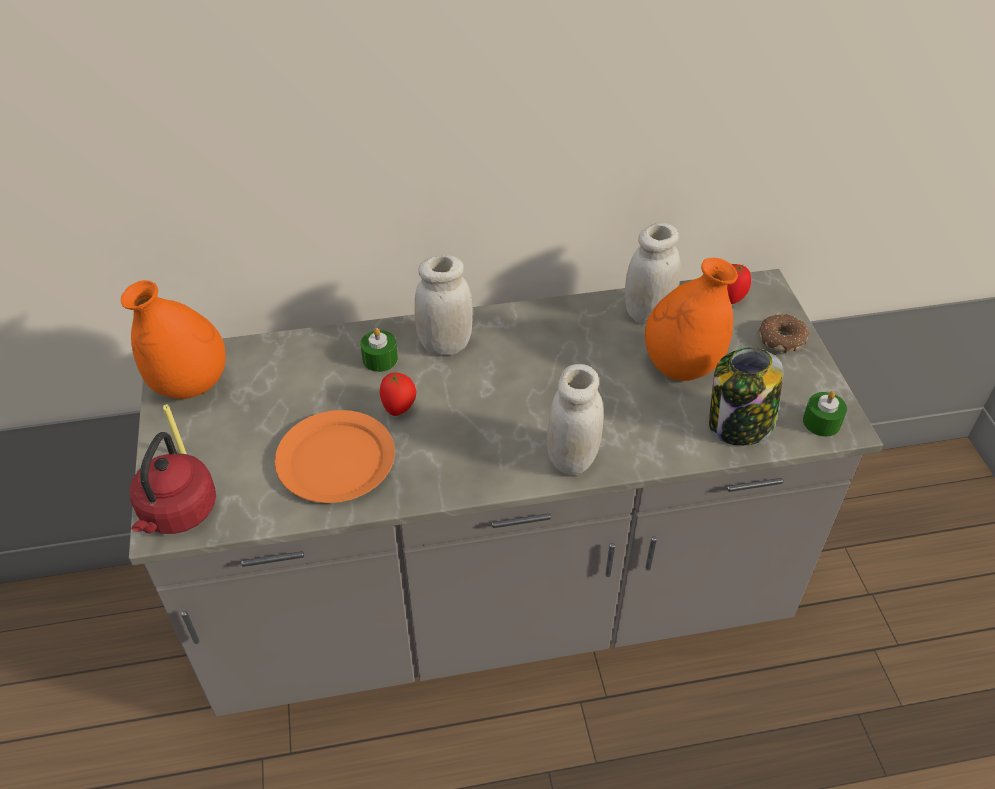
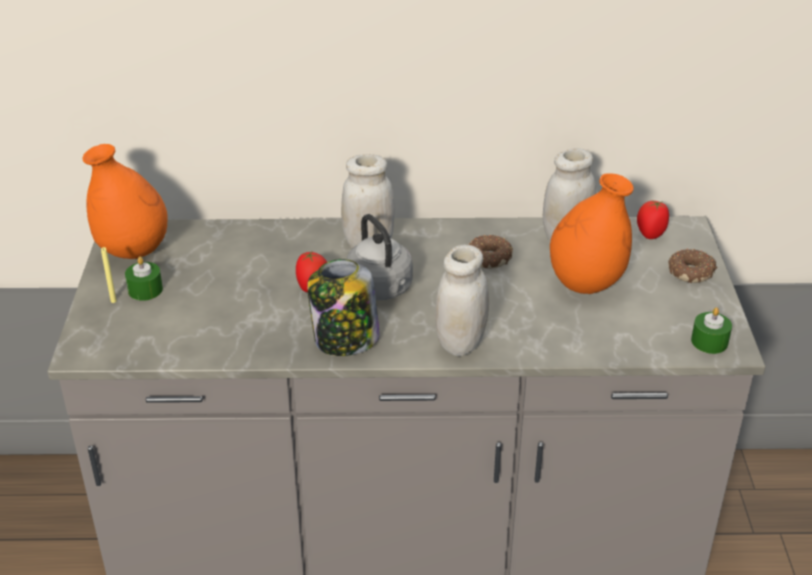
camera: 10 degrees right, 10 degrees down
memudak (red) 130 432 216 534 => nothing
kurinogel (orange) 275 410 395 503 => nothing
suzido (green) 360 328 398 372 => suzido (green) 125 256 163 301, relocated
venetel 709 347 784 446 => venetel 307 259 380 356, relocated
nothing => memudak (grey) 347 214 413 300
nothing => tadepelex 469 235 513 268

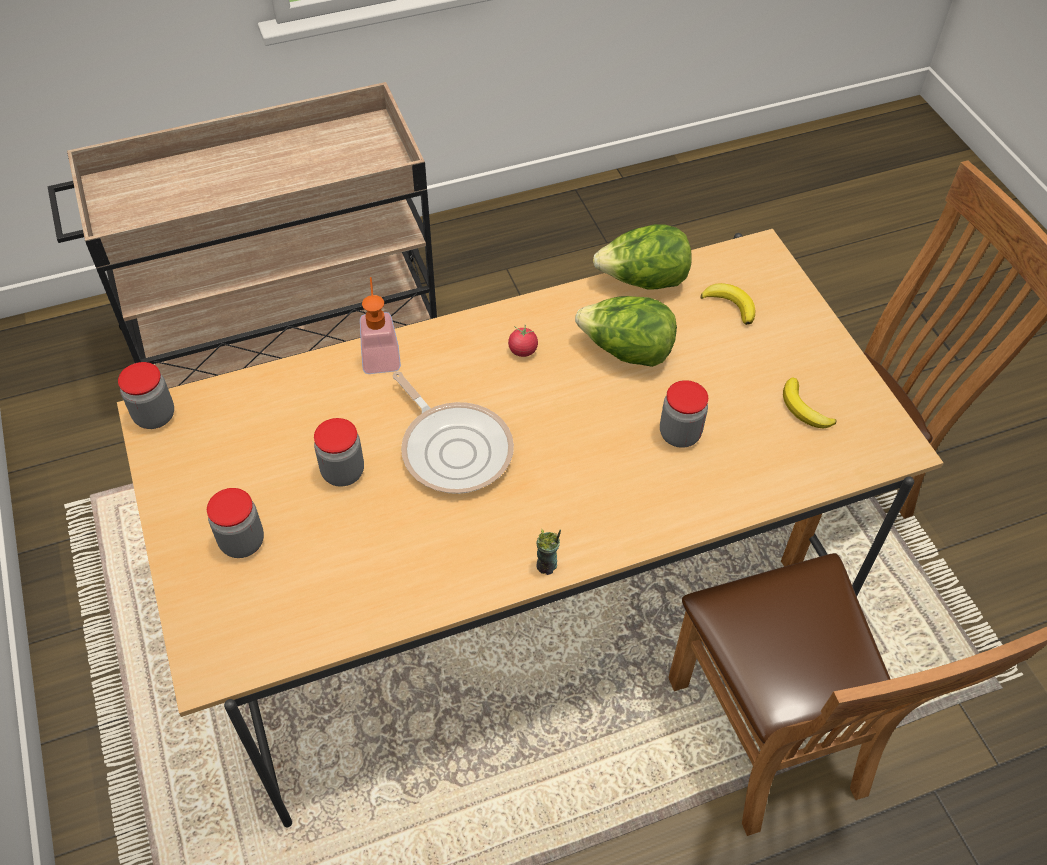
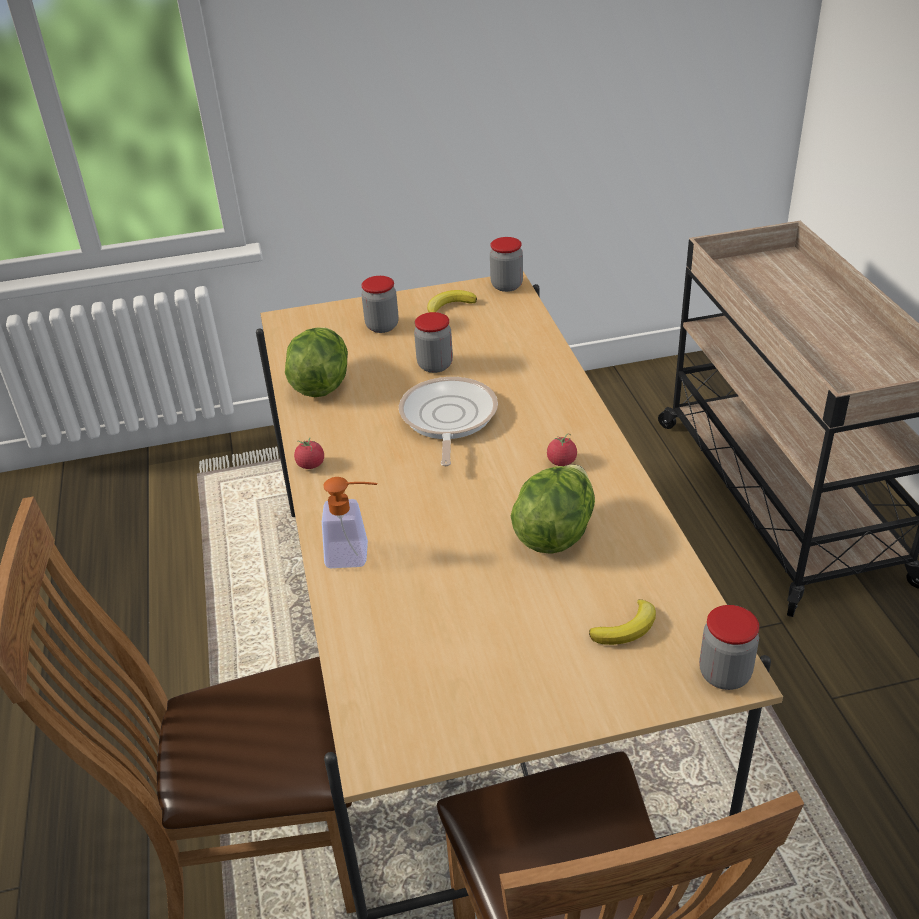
camera: 100 degrees right, 15 degrees down
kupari 360 277 401 374 => kupari 322 477 378 568, relocated
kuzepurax 392 372 514 494 => kuzepurax 399 377 498 466, 120 degrees clockwise
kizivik 536 529 561 575 => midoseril 294 438 324 469
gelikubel 593 224 692 289 => gelikubel 285 327 348 397, relocated
venetel 660 380 708 448 => venetel 699 605 759 690, relocated
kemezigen 783 378 836 429 => kemezigen 427 290 477 313, relocated

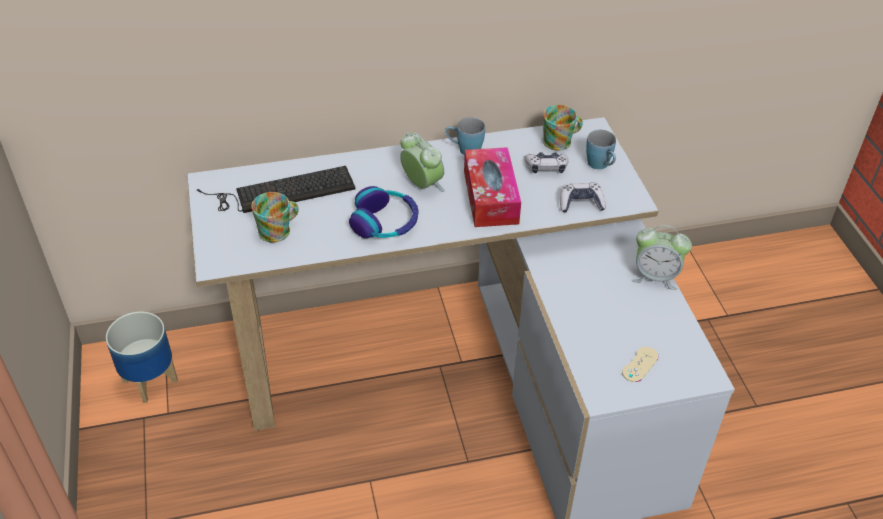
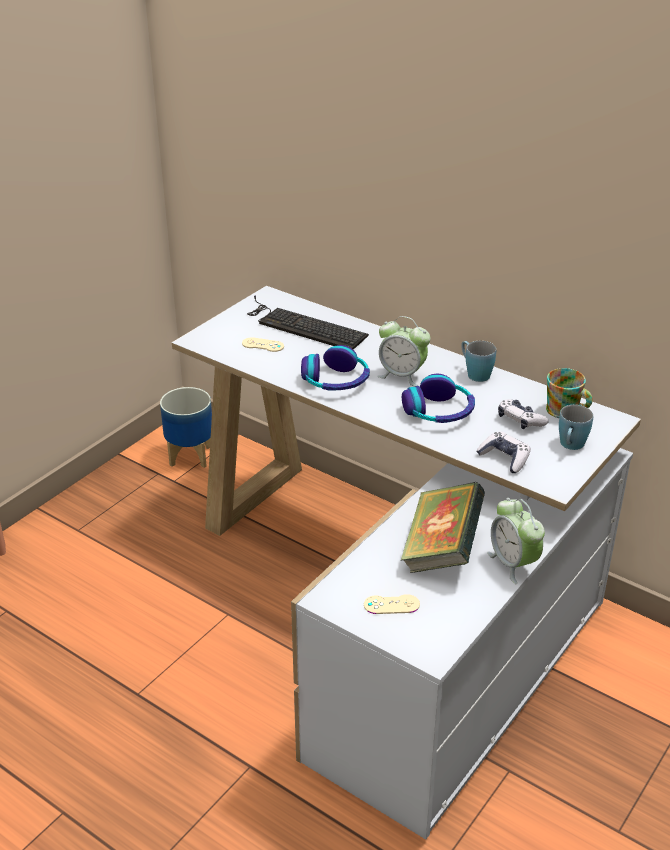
camera: 50 degrees right, 10 degrees down
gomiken 251 192 299 242 => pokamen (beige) 242 337 284 352
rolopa 400 132 445 192 => rolopa 377 316 431 386, 105 degrees clockwise
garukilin 464 147 521 227 => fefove 402 374 475 423
nothing => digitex 401 482 485 573

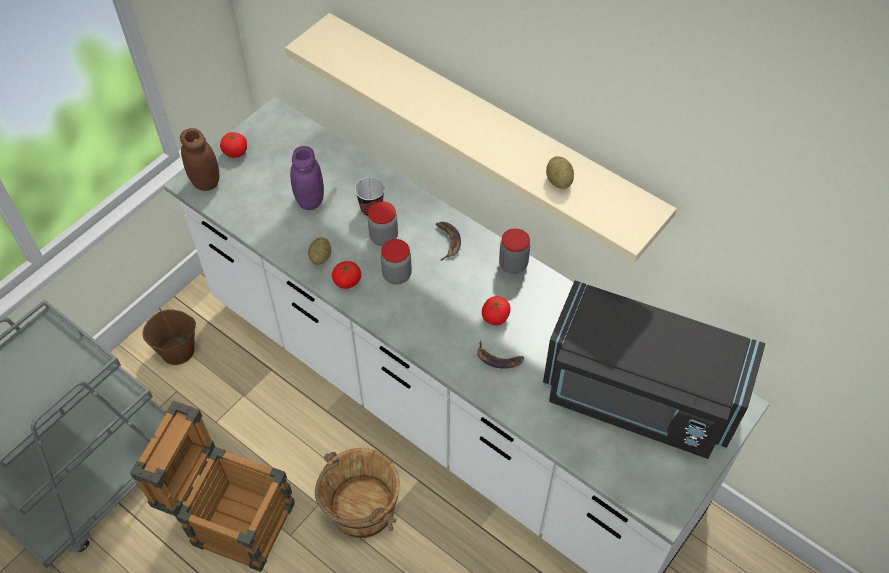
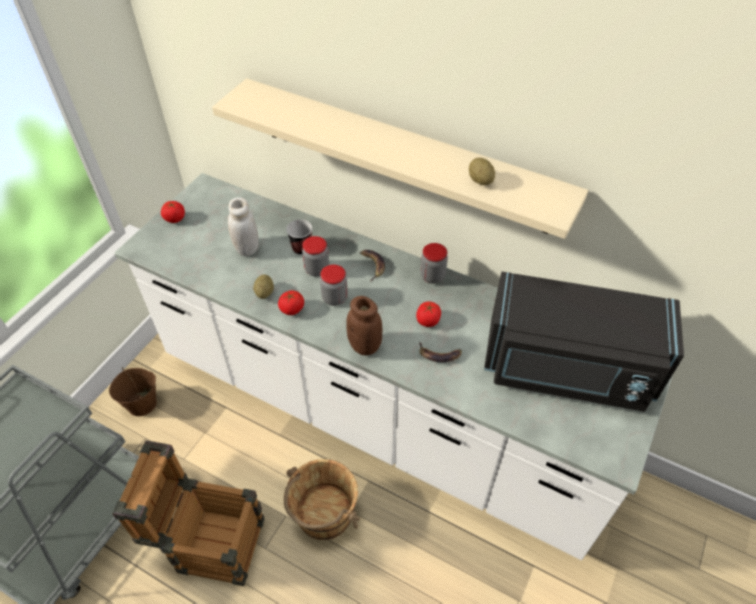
camera: 10 degrees left, 5 degrees down
venetel (brown) 180 128 219 191 => venetel (brown) 346 296 382 356, relocated
venetel (purple) 290 146 324 210 => venetel (white) 228 197 259 256

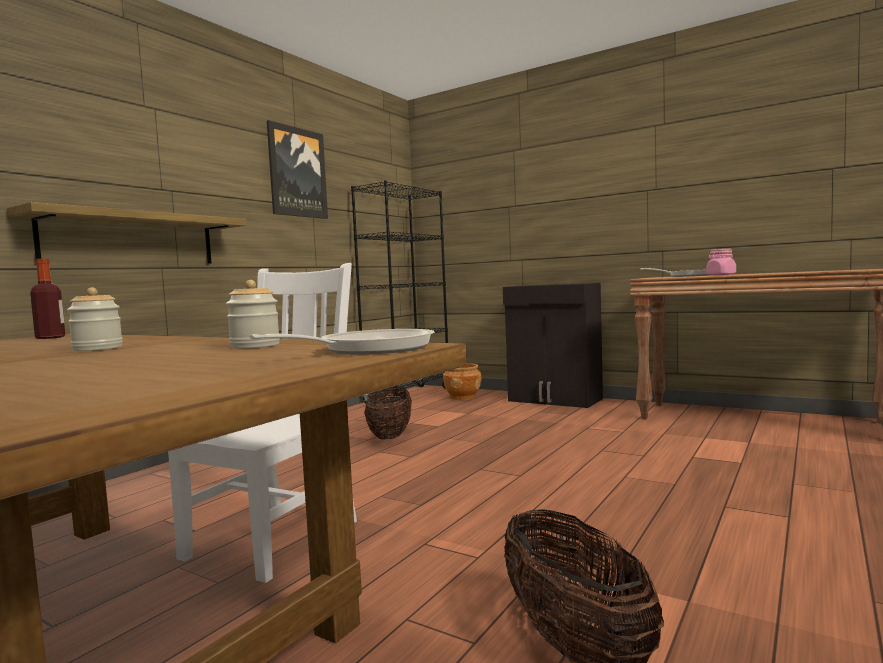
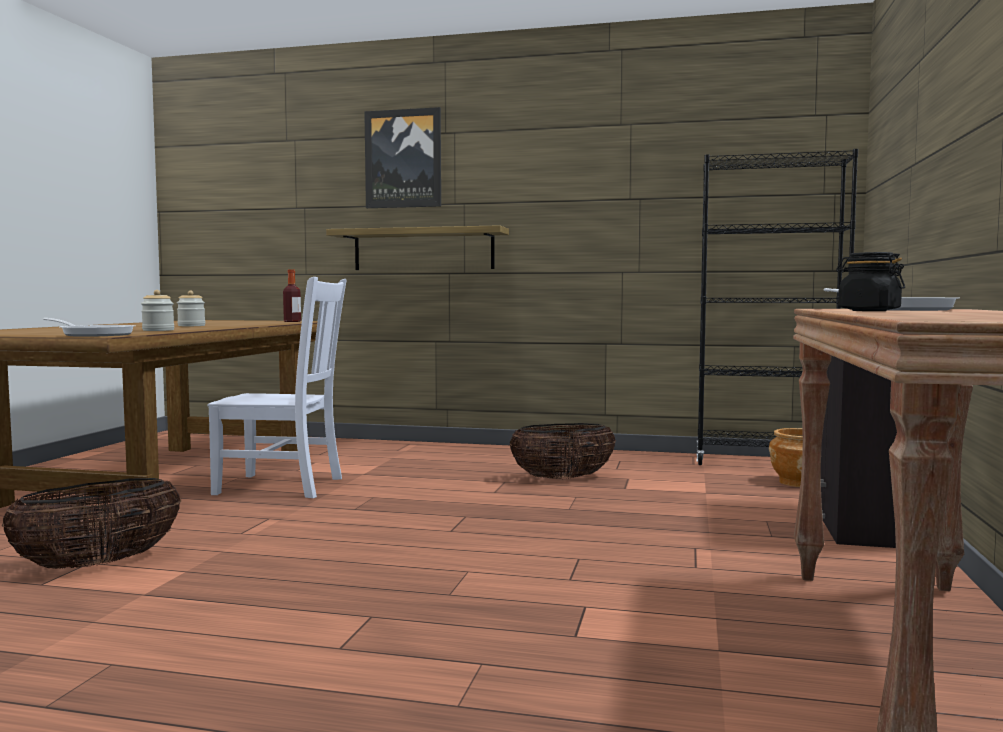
camera: 70 degrees right, 0 degrees up
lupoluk 267 120 328 219 => lupoluk 364 107 441 208, relocated
venetel (pink) 706 249 736 275 => venetel (black) 836 252 905 311

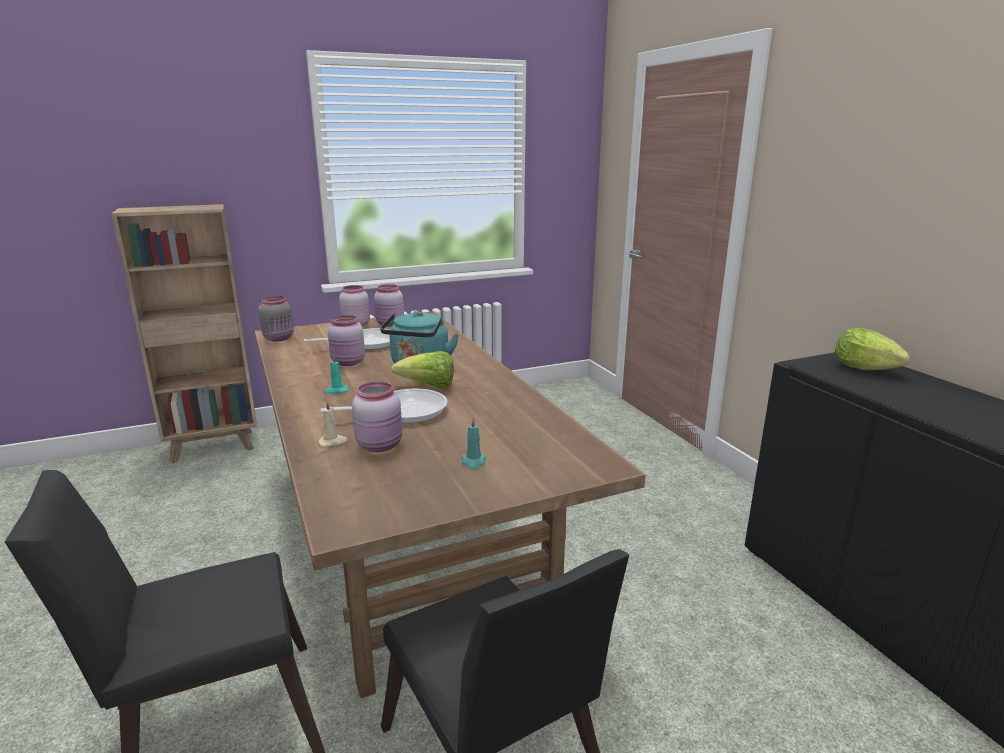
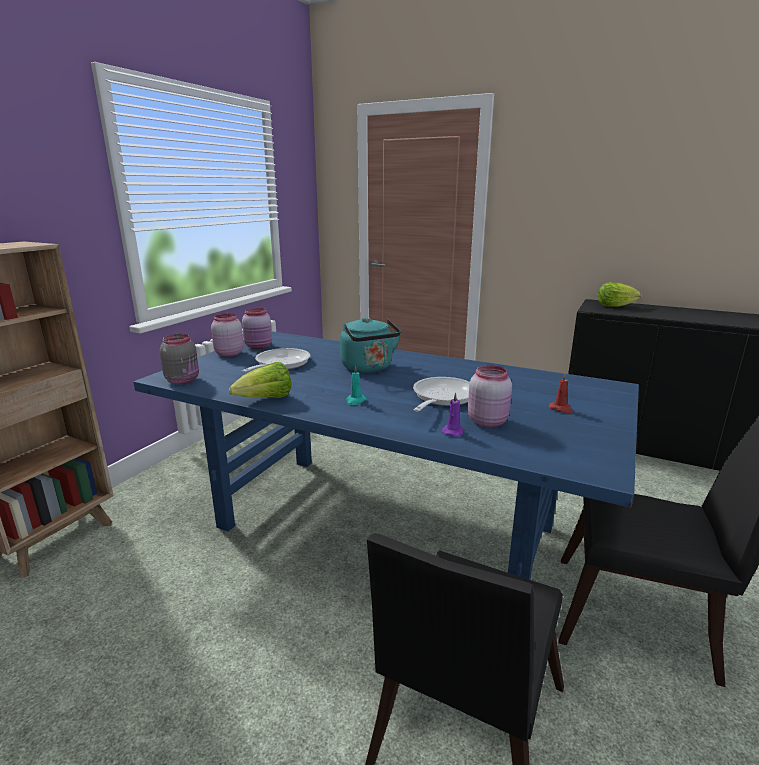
camera: 40 degrees left, 0 degrees up
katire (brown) 255 311 645 698 => katire (blue) 133 331 639 580
suzido (beige) 318 400 347 447 => suzido (purple) 442 392 464 436
venetel (pink) 328 315 365 366 => nothing
gelikubel 391 351 454 388 => gelikubel 229 362 291 398, relocated
suzido (turquoise) 462 418 486 470 => suzido (red) 549 373 572 413

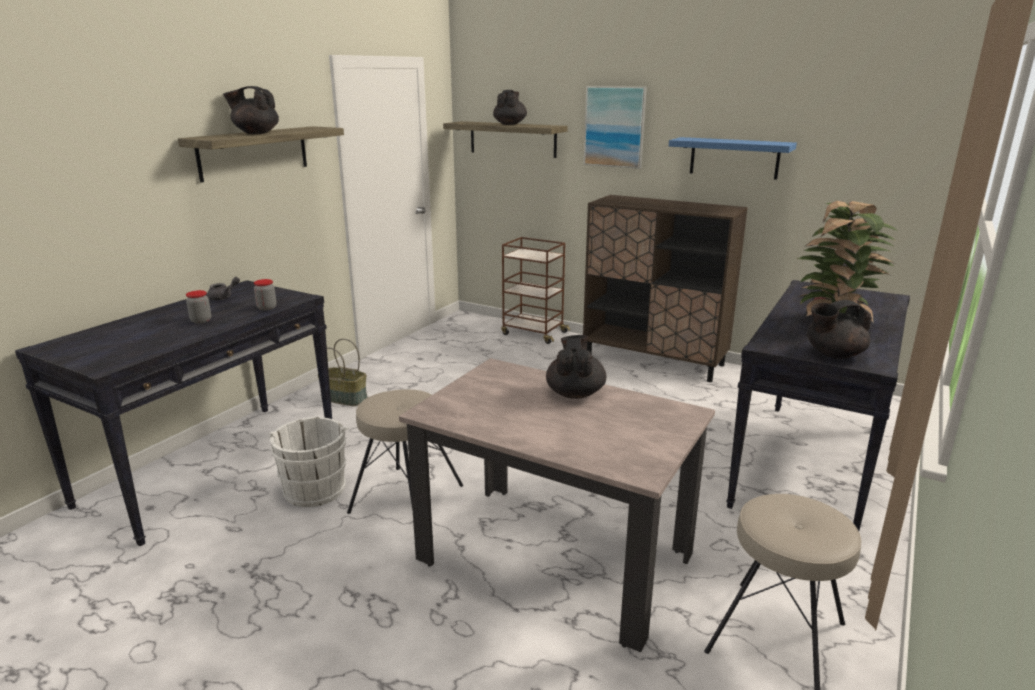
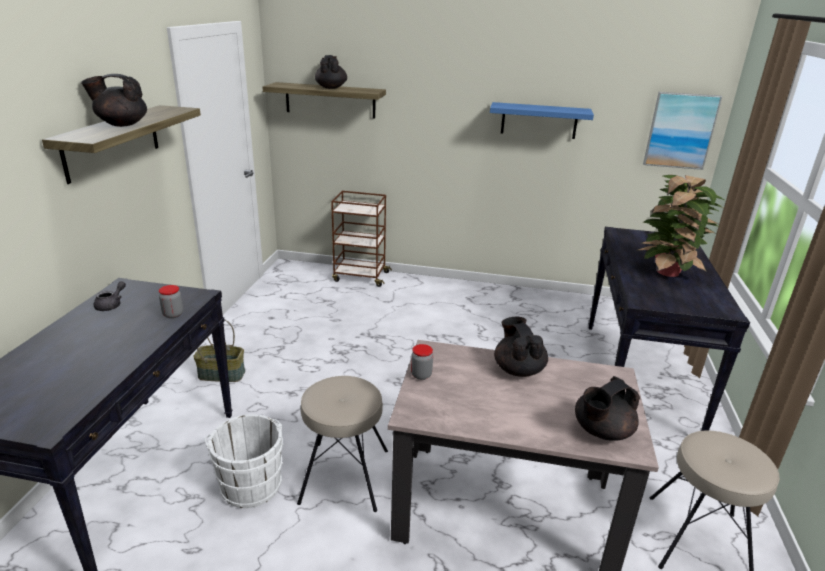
camera: 20 degrees left, 5 degrees up
venetel 186 290 211 324 => venetel 411 344 433 380, relocated
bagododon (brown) 583 195 748 382 => nothing
lupoluk 584 86 647 169 => lupoluk 643 92 722 170, relocated
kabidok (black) 807 300 872 359 => kabidok (black) 575 376 640 441, relocated

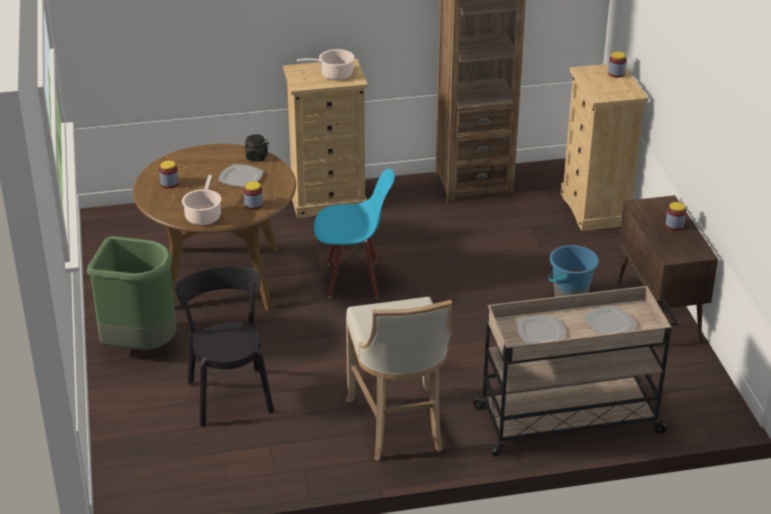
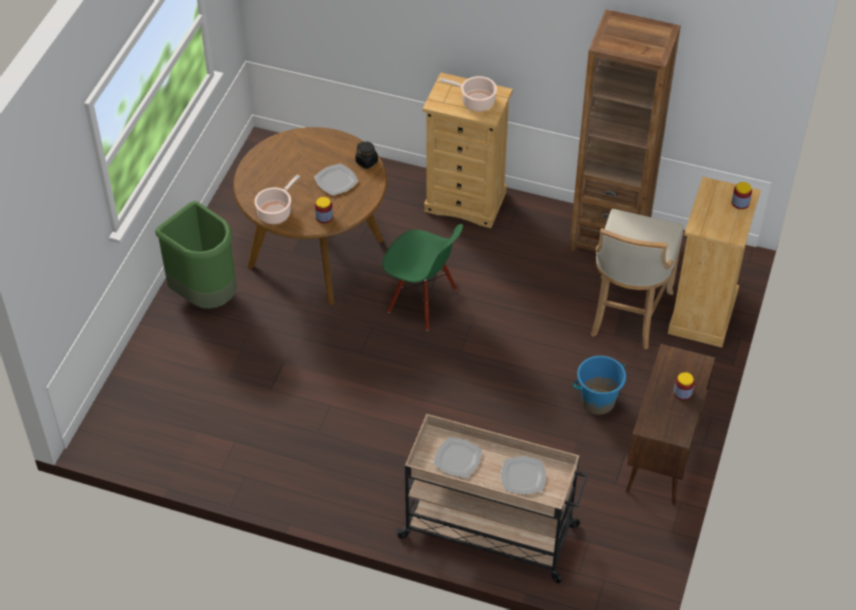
camera: 30 degrees right, 15 degrees up
venetel 159 161 179 188 => nothing
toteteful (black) 175 266 274 427 => nothing
toteteful (blue) 314 168 395 299 => toteteful (green) 382 224 463 331
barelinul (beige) 346 297 452 461 => barelinul (beige) 591 209 684 349, relocated

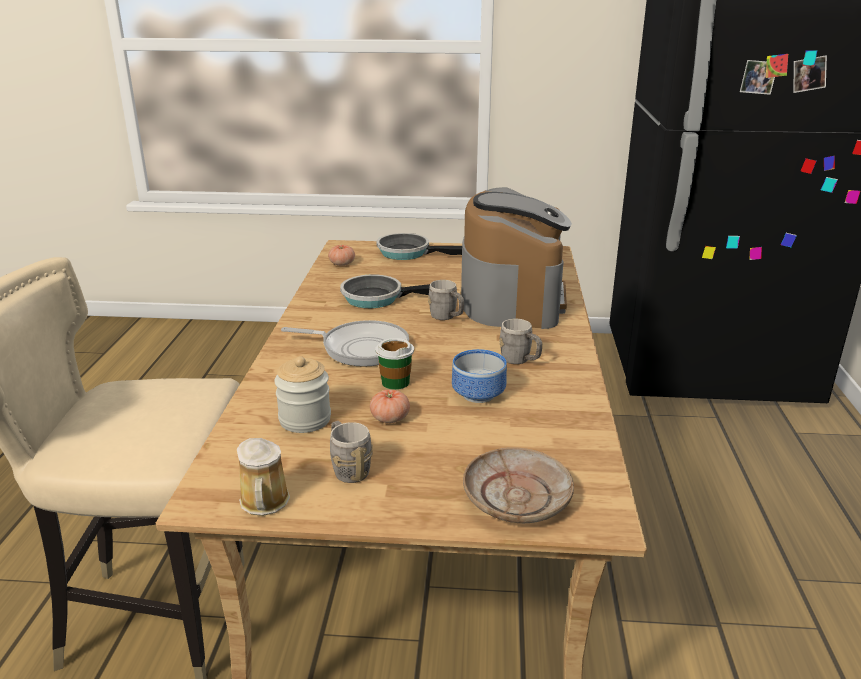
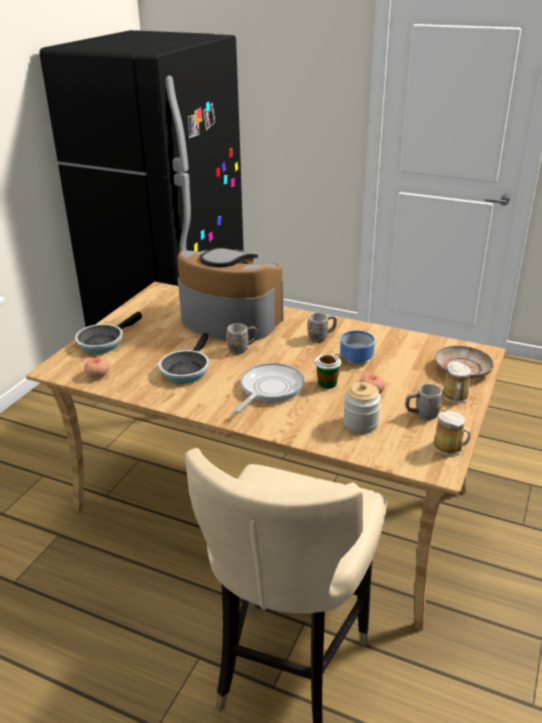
camera: 70 degrees left, 5 degrees up
nothing => gomiken 442 361 471 403

